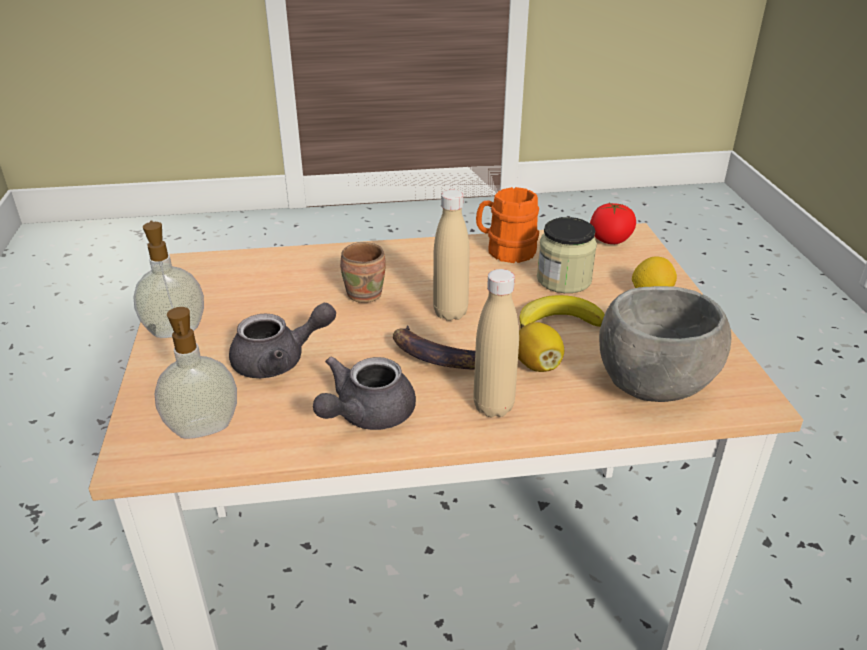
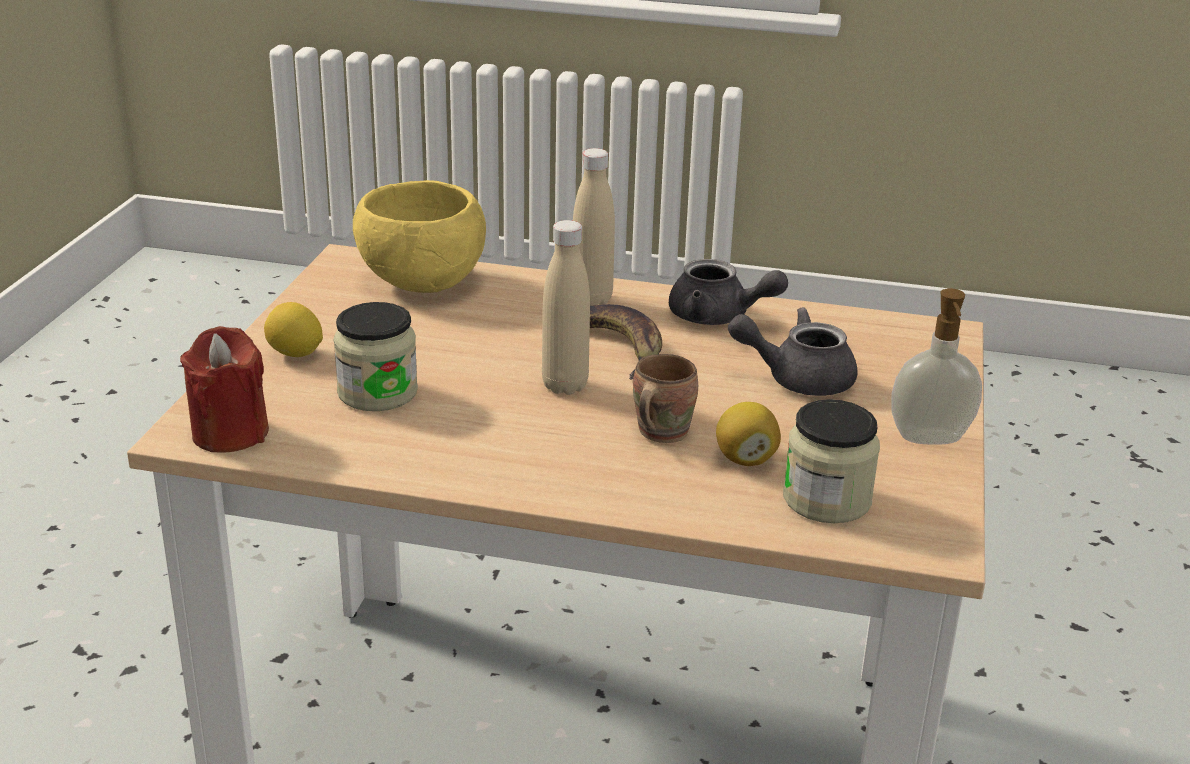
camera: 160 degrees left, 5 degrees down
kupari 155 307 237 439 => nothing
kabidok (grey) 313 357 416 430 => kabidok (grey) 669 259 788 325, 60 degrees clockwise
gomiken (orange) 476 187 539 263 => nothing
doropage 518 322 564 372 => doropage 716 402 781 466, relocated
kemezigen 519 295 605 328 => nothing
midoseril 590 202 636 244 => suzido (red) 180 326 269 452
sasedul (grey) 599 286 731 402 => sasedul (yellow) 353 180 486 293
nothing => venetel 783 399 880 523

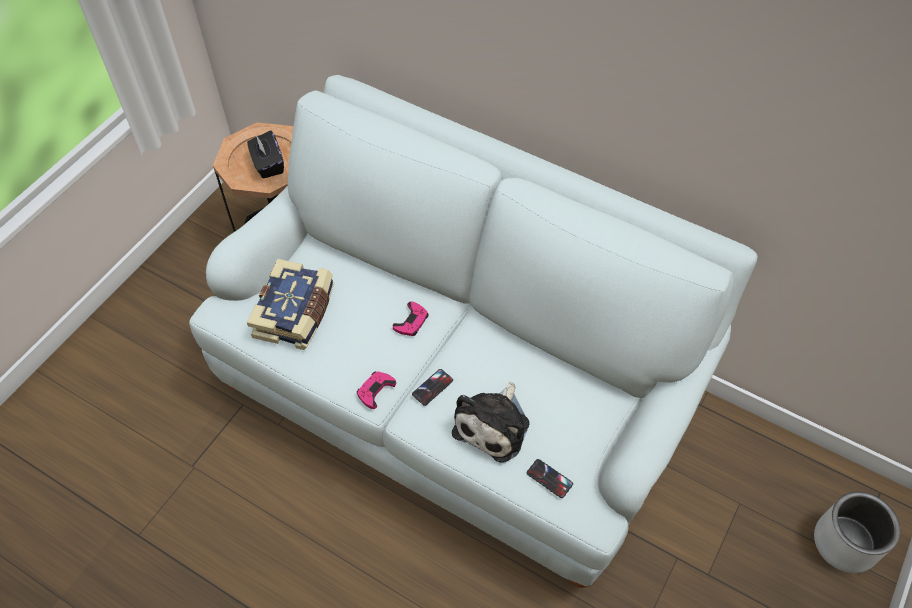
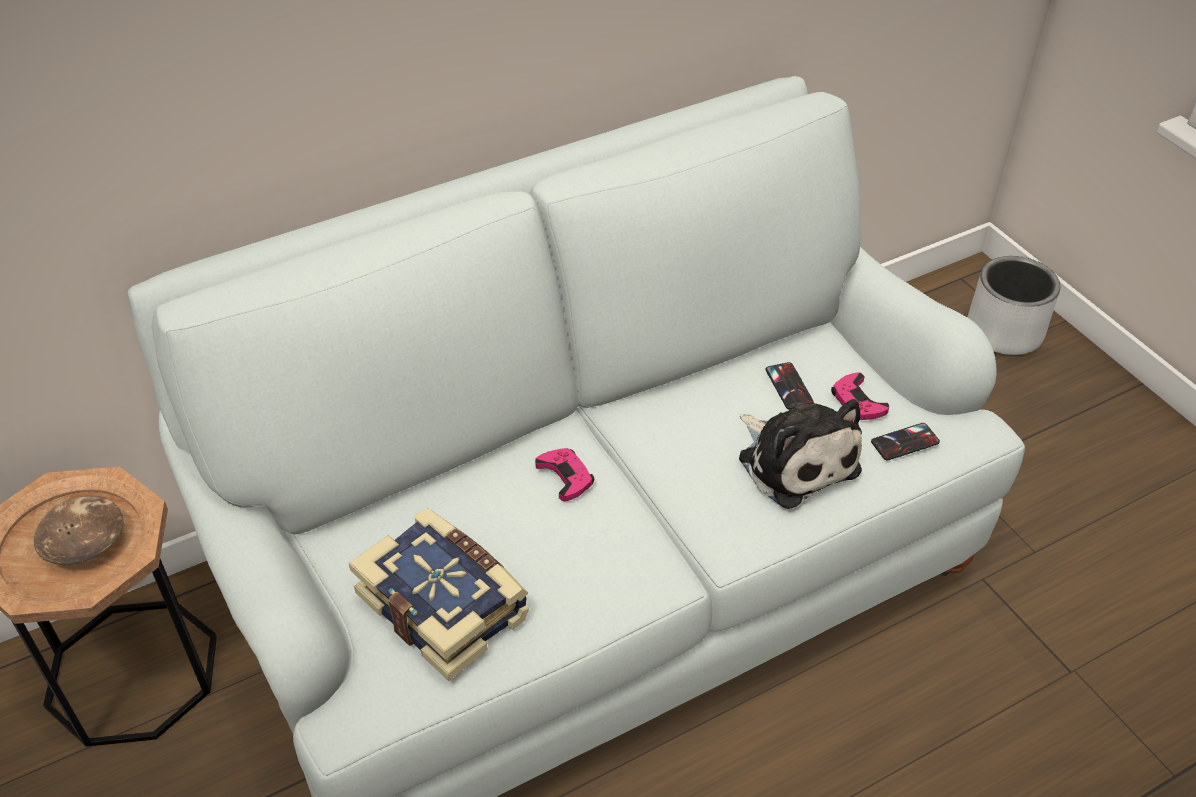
camera: 60 degrees left, 10 degrees down
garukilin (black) 247 131 284 178 => sasedul (brown) 34 496 124 565
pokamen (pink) 357 371 396 409 => pokamen (pink) 831 372 889 420, relocated
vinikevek 412 369 453 406 => vinikevek 766 362 814 409, relocated

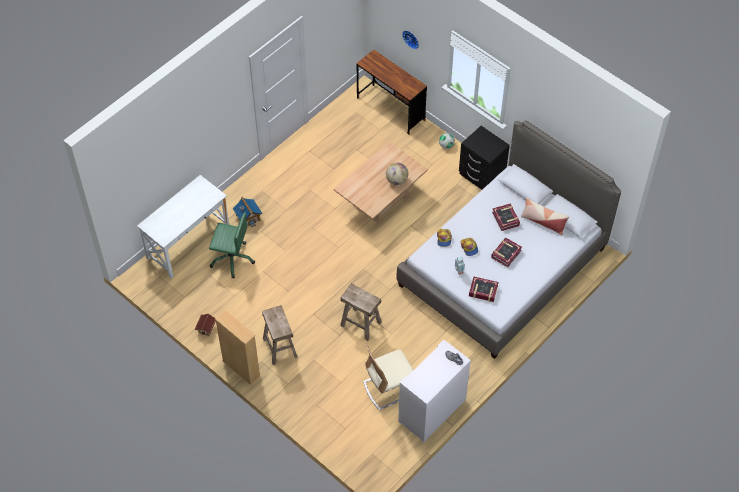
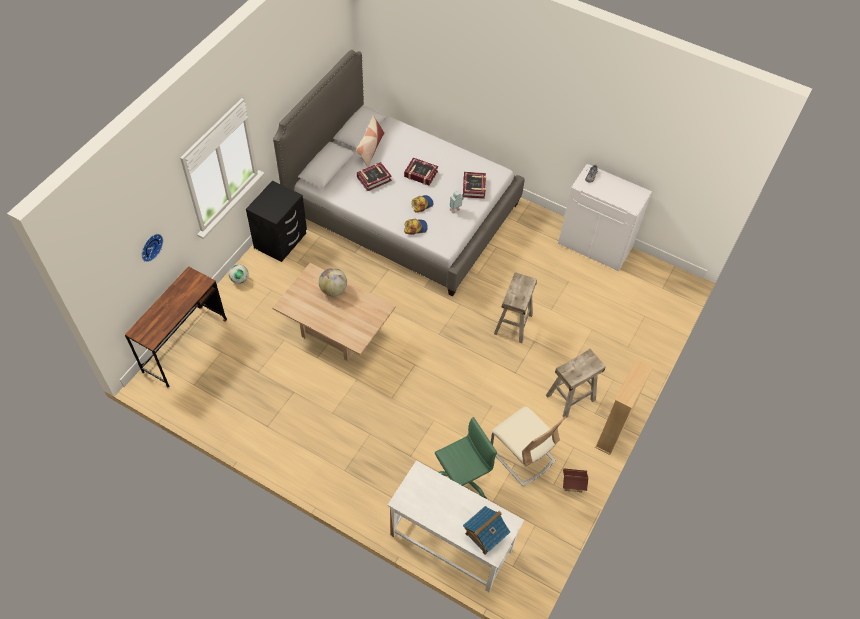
camera: 105 degrees left, 0 degrees up
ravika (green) 209 212 255 278 => ravika (green) 435 417 497 499, 60 degrees clockwise
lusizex 232 197 262 227 => lusizex 463 506 510 555, relocated
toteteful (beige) 363 344 413 410 => toteteful (beige) 491 406 566 486, relocated

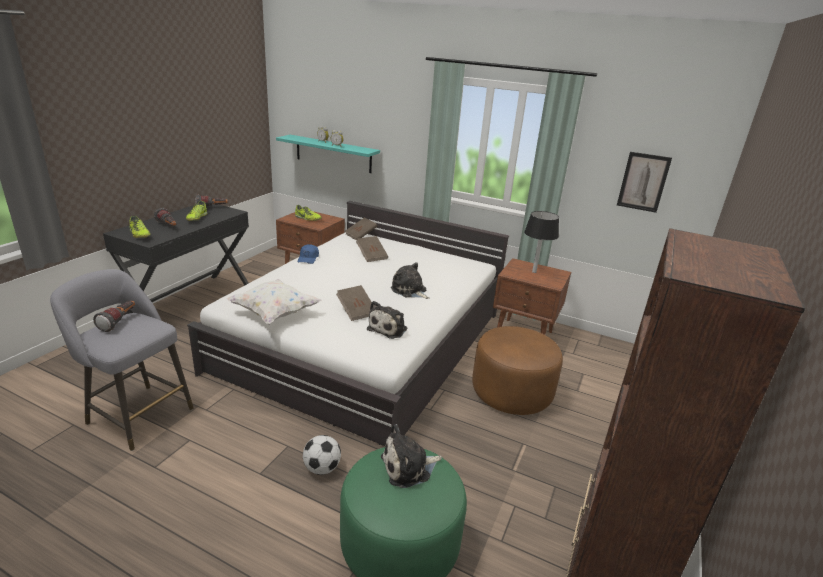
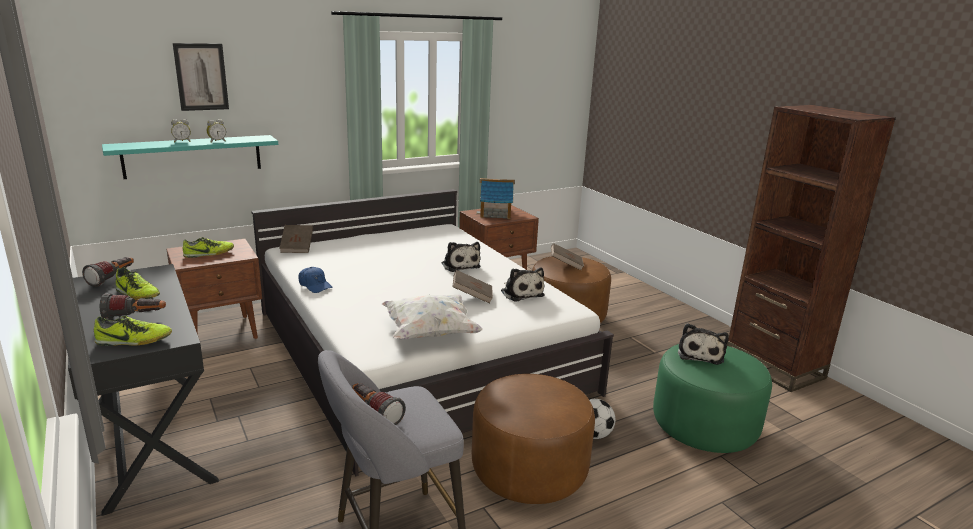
camera: 55 degrees left, 5 degrees down
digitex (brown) 356 236 388 262 => digitex (brown) 551 243 584 271, relocated
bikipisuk 391 262 429 299 => bikipisuk 442 242 481 272, 105 degrees counterclockwise
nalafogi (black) 524 211 559 273 => lusizex 476 178 515 219
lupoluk 617 152 672 213 => lupoluk 173 43 229 111, relocated
nothing => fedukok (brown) 472 374 595 504

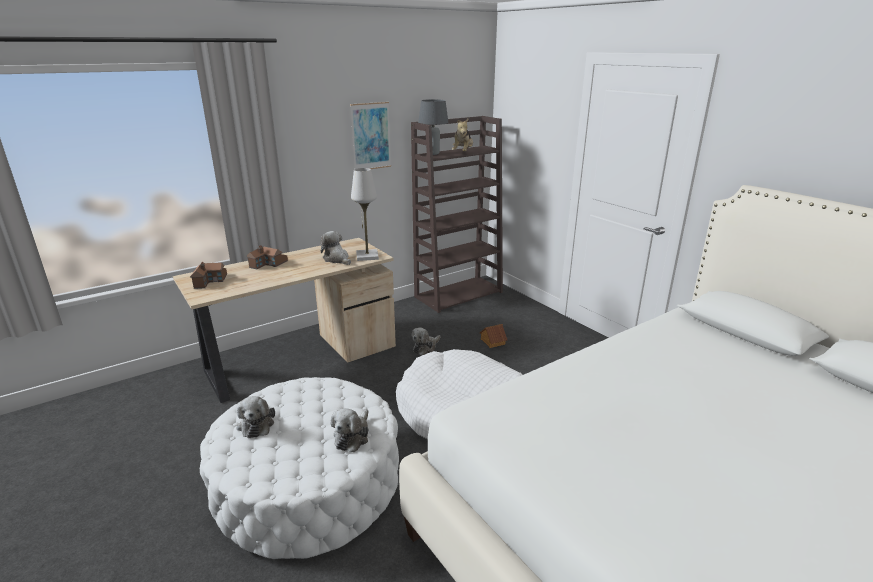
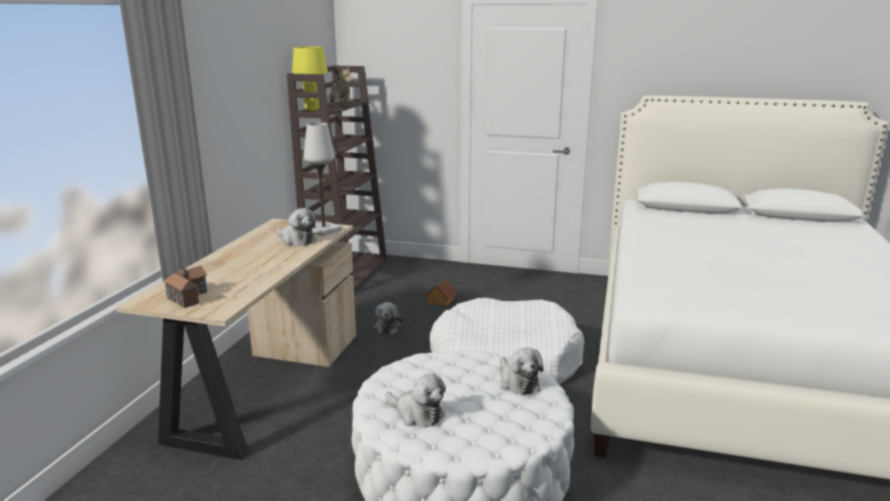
camera: 40 degrees left, 5 degrees down
lusizex 246 245 288 269 => nothing
bikipisuk 320 231 351 265 => bikipisuk 277 208 317 246, 150 degrees counterclockwise
lupoluk 350 102 391 169 => nothing
nalafogi (grey) 418 99 449 155 => nalafogi (yellow) 292 46 328 111

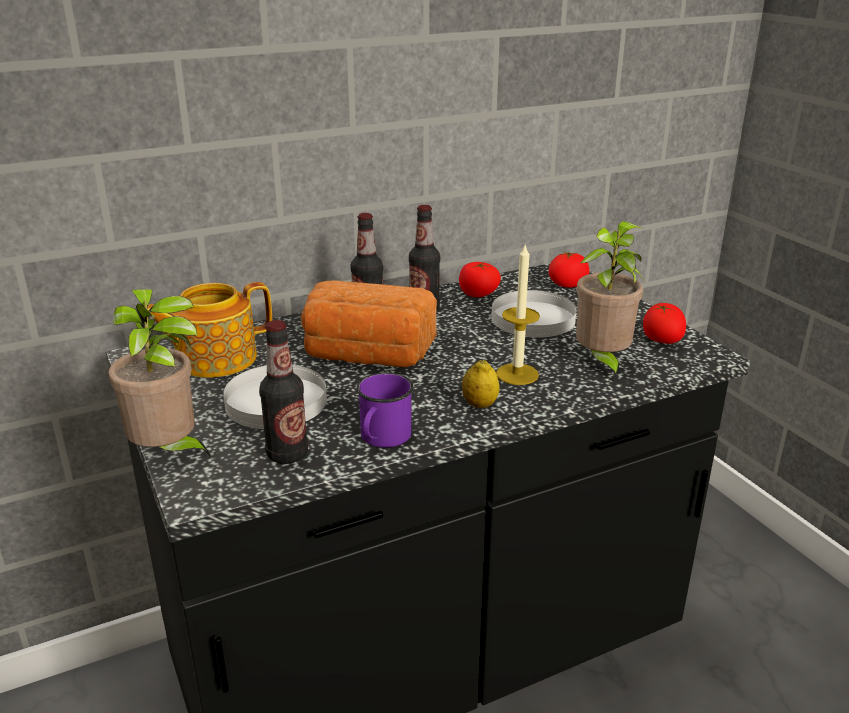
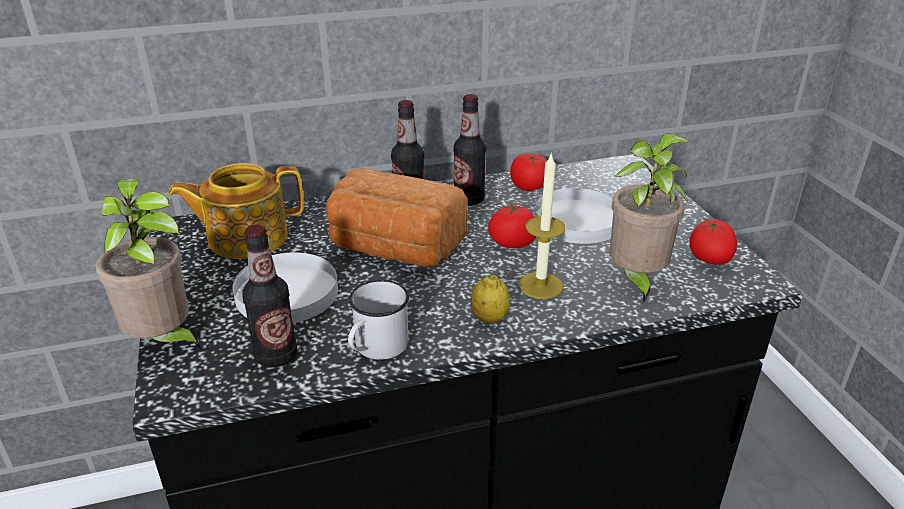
camera: 10 degrees right, 5 degrees up
gomiken (purple) 356 372 413 448 => gomiken (white) 348 280 409 360
midoseril 549 251 589 288 => midoseril 488 202 536 248, relocated

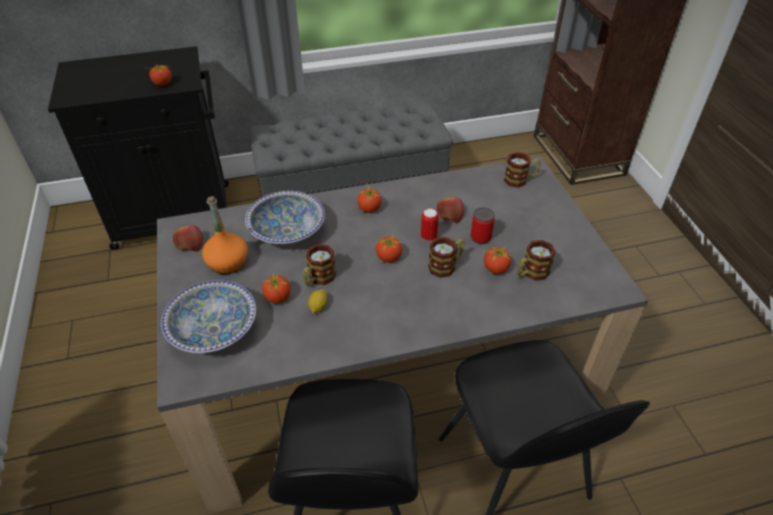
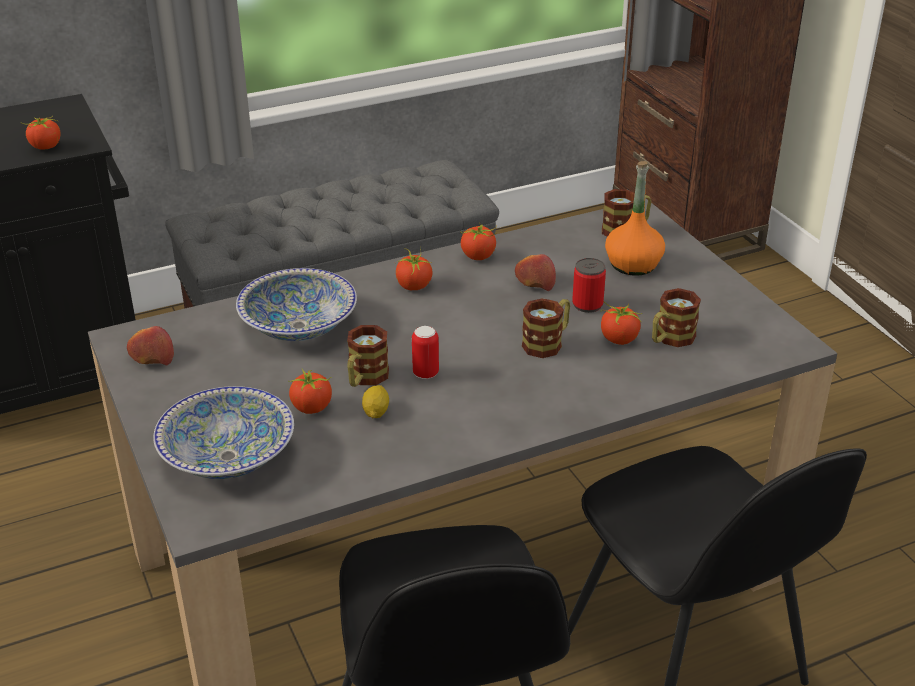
camera: 10 degrees left, 10 degrees down
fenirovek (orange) 202 196 248 274 => fenirovek (orange) 605 161 665 276, relocated
midoseril 376 233 404 263 => midoseril 460 223 497 260, relocated
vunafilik 421 209 439 241 => vunafilik 412 326 439 379, relocated

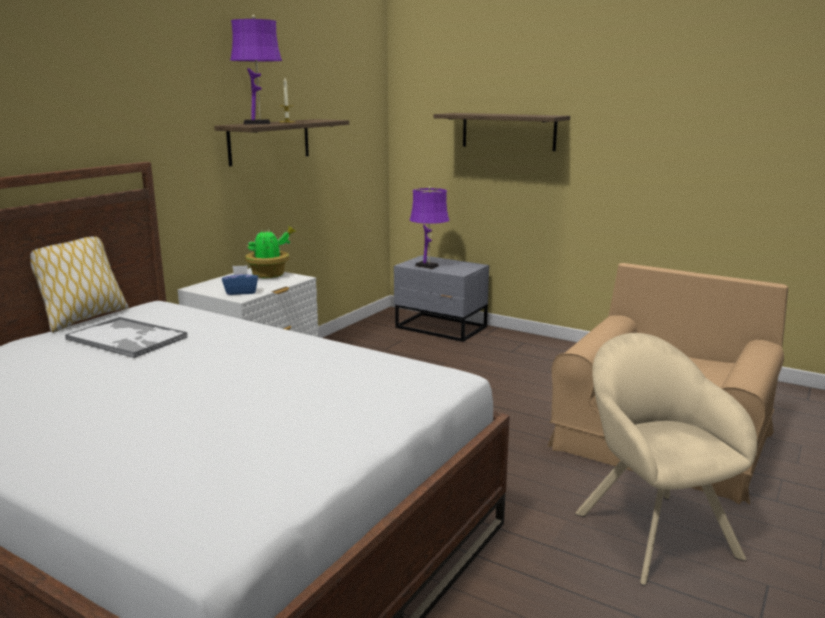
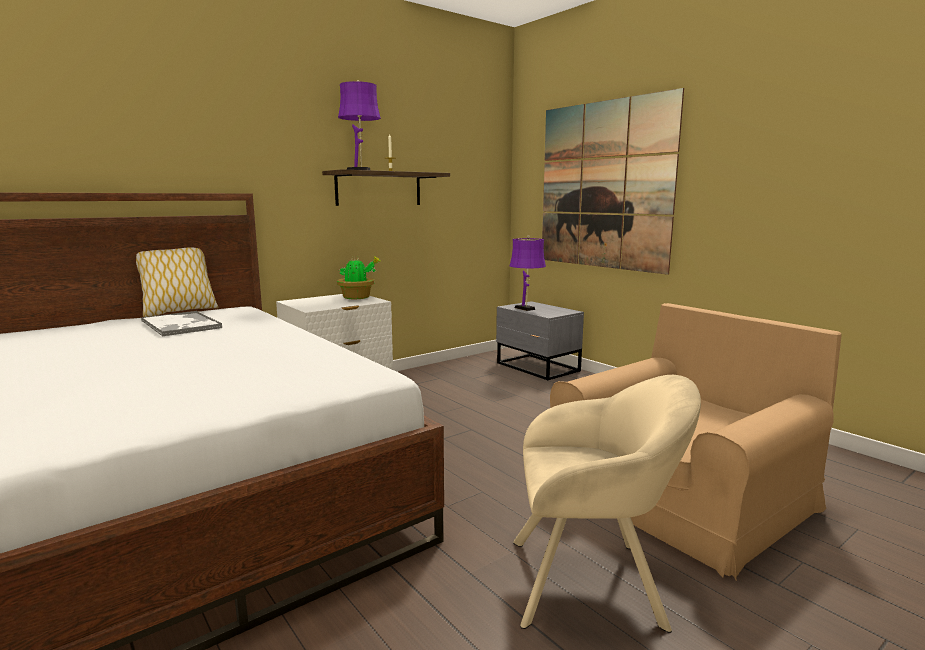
camera: 20 degrees right, 5 degrees down
garukilin (blue) 222 265 258 295 => nothing
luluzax 433 113 570 151 => lupoluk 542 88 684 275
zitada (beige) 575 333 757 586 => zitada (beige) 513 375 701 633, 90 degrees clockwise

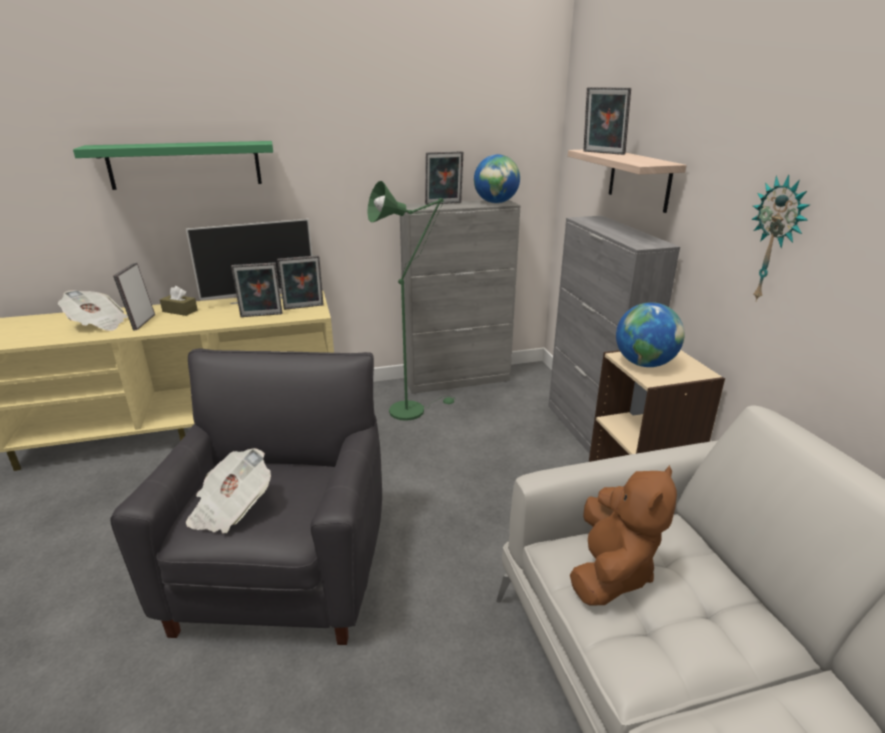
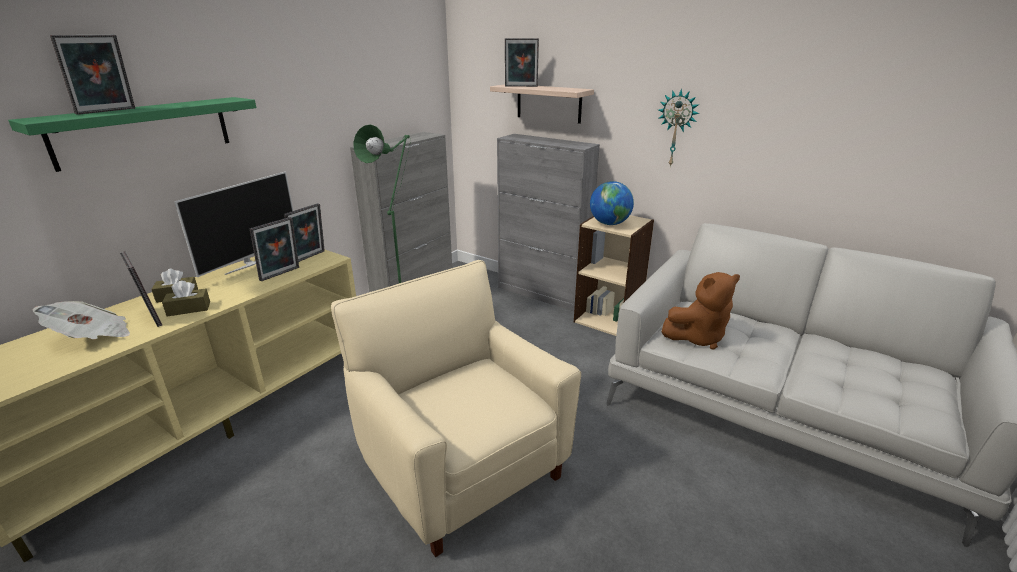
camera: 40 degrees left, 0 degrees up
zitada (black) 110 348 382 645 => zitada (beige) 331 260 581 557
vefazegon 186 448 271 534 => nothing
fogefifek 425 151 463 205 => fogefifek 50 35 135 115, relocated
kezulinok 474 154 520 203 => nothing
bikipisuk (brown) 570 465 677 606 => bikipisuk (brown) 662 272 740 349, 90 degrees clockwise
nothing => garukilin (brown) 162 281 210 316

